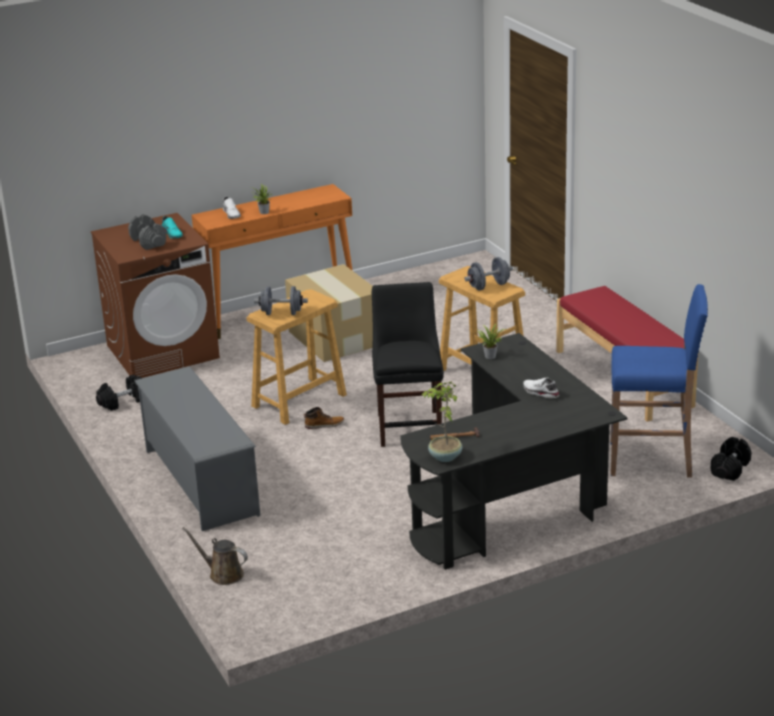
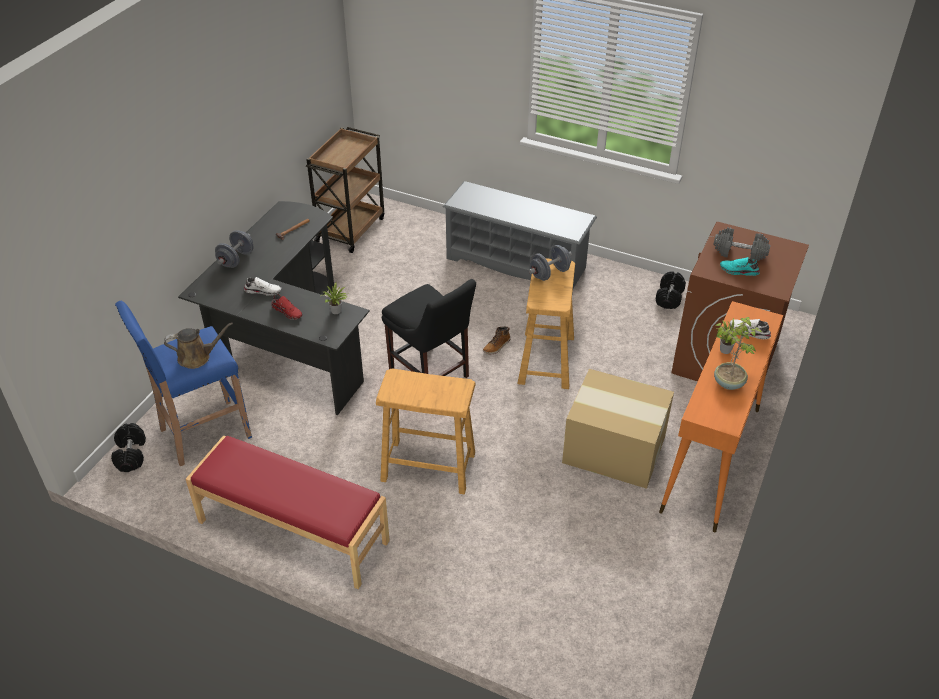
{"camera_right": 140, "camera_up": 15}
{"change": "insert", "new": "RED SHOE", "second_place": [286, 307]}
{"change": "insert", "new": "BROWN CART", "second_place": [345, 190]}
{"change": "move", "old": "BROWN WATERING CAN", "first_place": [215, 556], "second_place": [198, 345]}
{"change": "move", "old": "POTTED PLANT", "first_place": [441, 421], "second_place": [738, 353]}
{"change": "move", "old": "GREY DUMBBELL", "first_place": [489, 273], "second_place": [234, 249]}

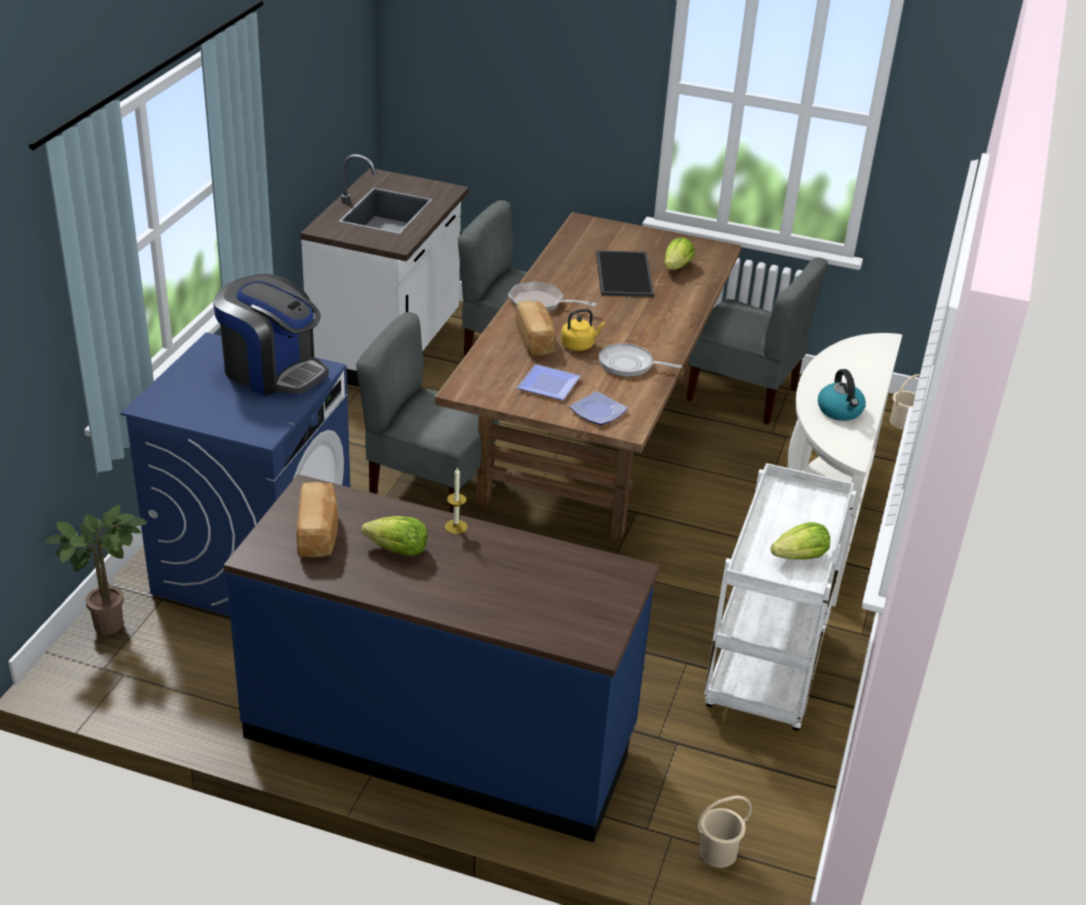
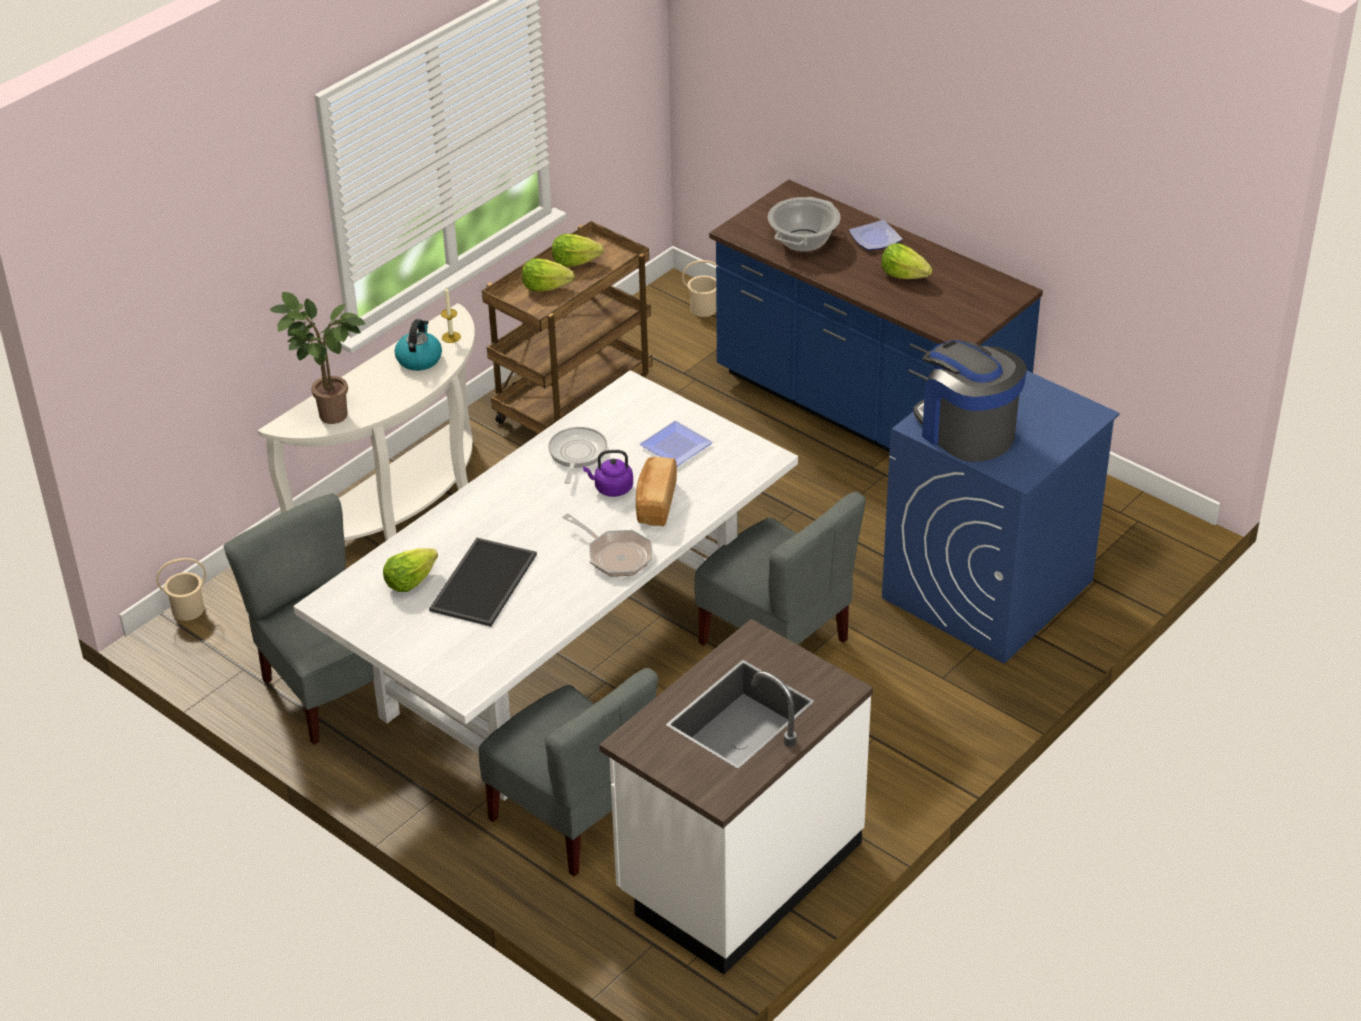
{"camera_right": -155, "camera_up": 5}
{"change": "delete", "old": "BREAD", "first_place": [317, 519]}
{"change": "insert", "new": "LETTUCE", "second_place": [548, 274]}
{"change": "insert", "new": "COOKING POT", "second_place": [804, 224]}
{"change": "move", "old": "POTTED PLANT", "first_place": [96, 570], "second_place": [317, 358]}
{"change": "move", "old": "CANDLE", "first_place": [456, 500], "second_place": [451, 315]}
{"change": "move", "old": "PLATE", "first_place": [598, 408], "second_place": [876, 235]}
{"change": "recolor", "old": "BROWN DINING TABLE", "new": "WHITE DINING TABLE", "first_place": [588, 376], "second_place": [545, 585]}
{"change": "recolor", "old": "YELLOW KETTLE", "new": "PURPLE KETTLE", "first_place": [583, 330], "second_place": [608, 473]}
{"change": "recolor", "old": "WHITE CART", "new": "BROWN CART", "first_place": [780, 597], "second_place": [567, 327]}
{"change": "rotate", "old": "FRYING PAN", "first_place": [640, 360], "second_place": [577, 455], "degrees": -120}

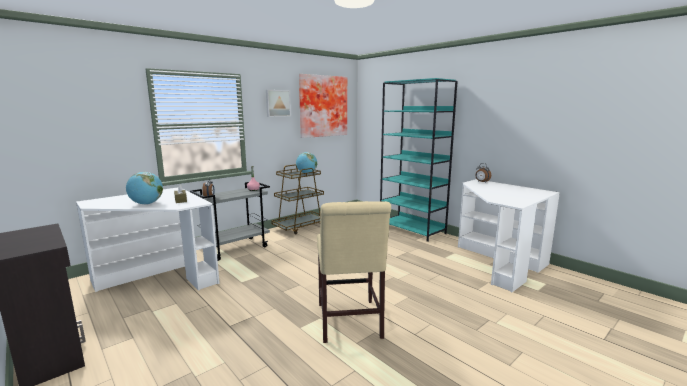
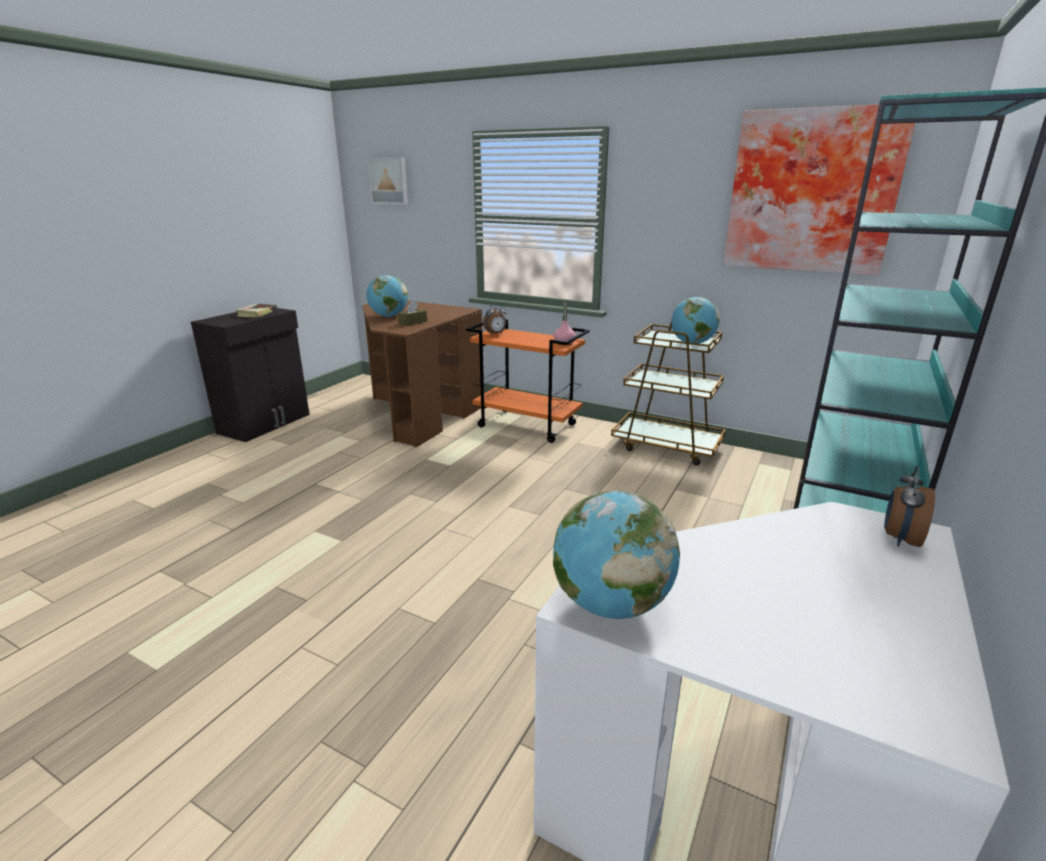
{"camera_right": 70, "camera_up": 10}
{"change": "delete", "old": "BEIGE CHAIR", "first_place": [354, 272]}
{"change": "insert", "new": "BOOK", "second_place": [256, 310]}
{"change": "insert", "new": "GLOBE", "second_place": [616, 555]}
{"change": "move", "old": "PICTURE", "first_place": [278, 103], "second_place": [387, 181]}
{"change": "recolor", "old": "WHITE DESK", "new": "BROWN DESK", "first_place": [148, 239], "second_place": [423, 374]}
{"change": "recolor", "old": "GREY CART", "new": "ORANGE CART", "first_place": [230, 221], "second_place": [528, 381]}

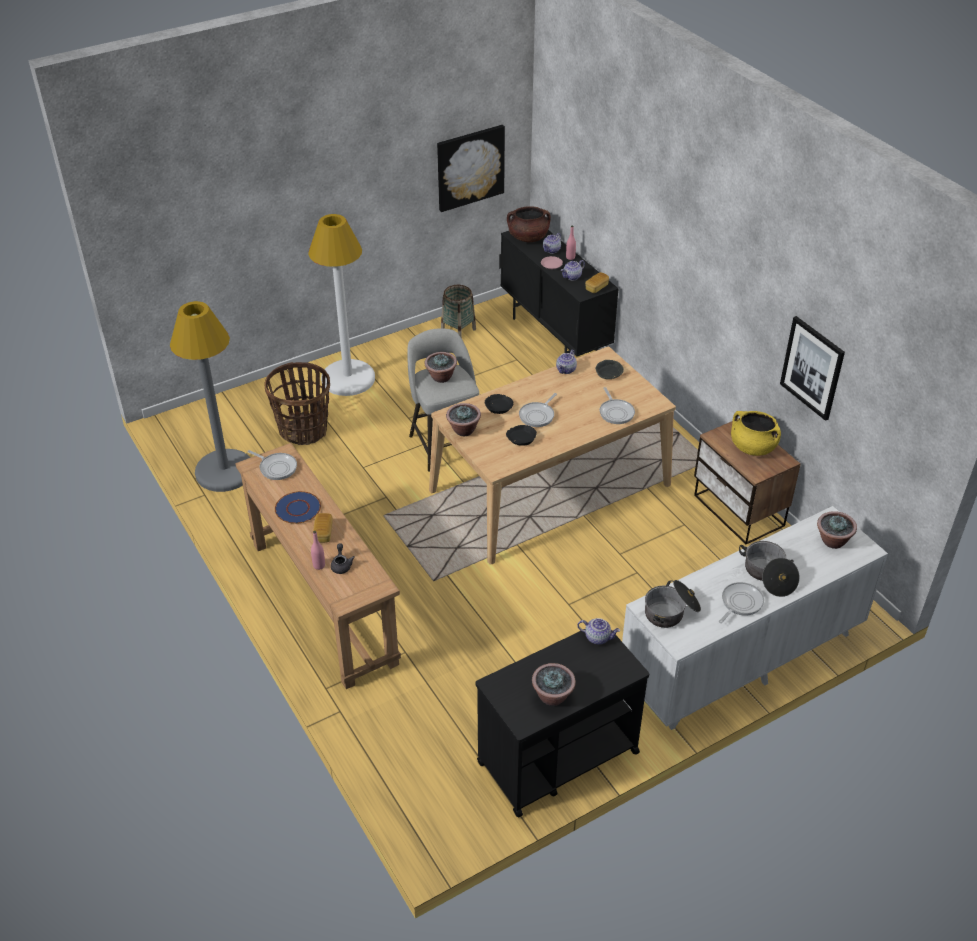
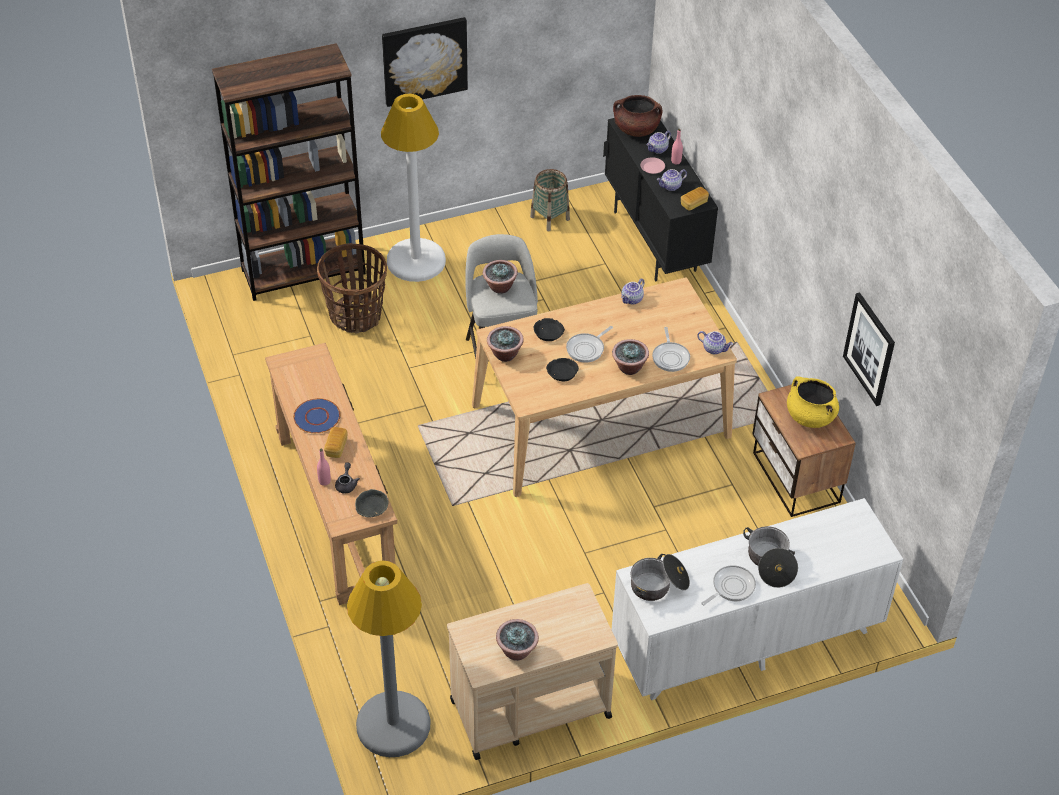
{"camera_right": 10, "camera_up": 5}
{"change": "delete", "old": "FRYING PAN", "first_place": [272, 465]}
{"change": "insert", "new": "BROWN BOOKCASE", "second_place": [289, 172]}
{"change": "move", "old": "GREY FLOOR LAMP", "first_place": [210, 396], "second_place": [388, 659]}
{"change": "move", "old": "PICTURE", "first_place": [471, 168], "second_place": [425, 62]}
{"change": "move", "old": "TEAPOT", "first_place": [598, 631], "second_place": [715, 342]}
{"change": "move", "old": "GREY BOWL", "first_place": [609, 369], "second_place": [372, 503]}
{"change": "move", "old": "POTTED PLANT", "first_place": [837, 530], "second_place": [630, 357]}
{"change": "recolor", "old": "BLACK CART", "new": "BEIGE CART", "first_place": [562, 723], "second_place": [532, 671]}

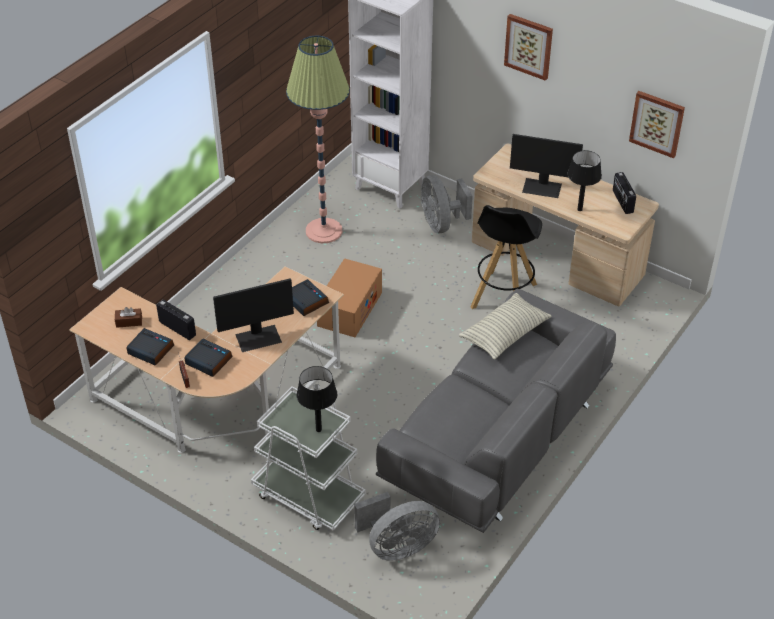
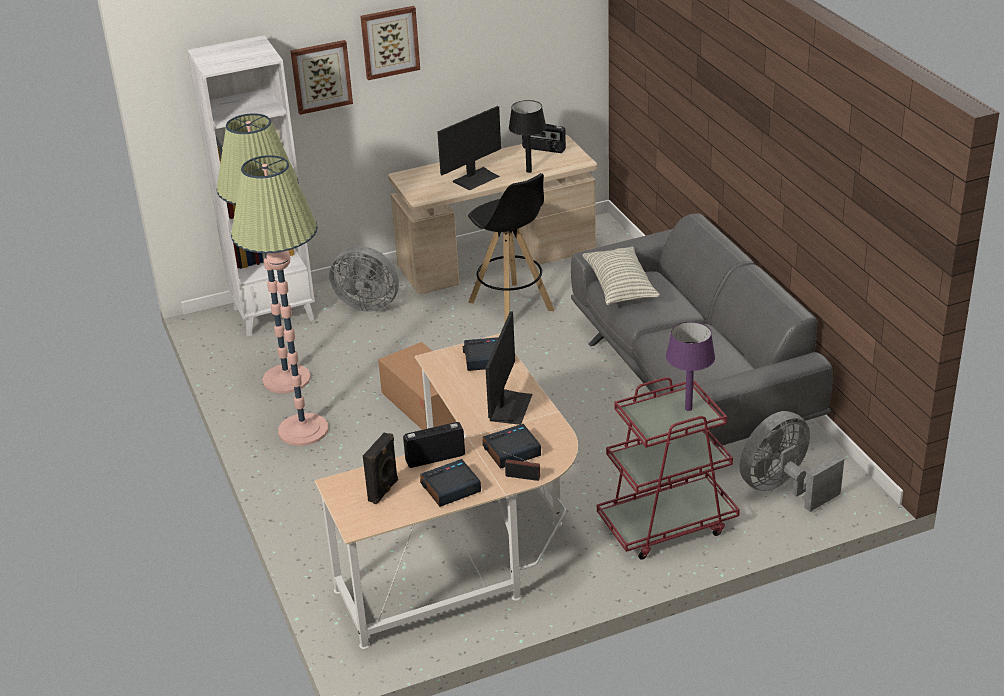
{"camera_right": -55, "camera_up": -10}
{"change": "insert", "new": "FLOOR LAMP", "second_place": [279, 300]}
{"change": "move", "old": "PICTURE", "first_place": [657, 124], "second_place": [322, 77]}
{"change": "replace", "old": "BROWN TISSUE BOX", "new": "BLACK SPEAKER", "first_place": [128, 317], "second_place": [380, 468]}
{"change": "recolor", "old": "WHITE CART", "new": "RED CART", "first_place": [308, 458], "second_place": [668, 468]}
{"change": "recolor", "old": "BLACK TABLE LAMP", "new": "PURPLE TABLE LAMP", "first_place": [317, 399], "second_place": [690, 366]}
{"change": "rotate", "old": "GREY FAN", "first_place": [397, 526], "second_place": [792, 461], "degrees": -135}

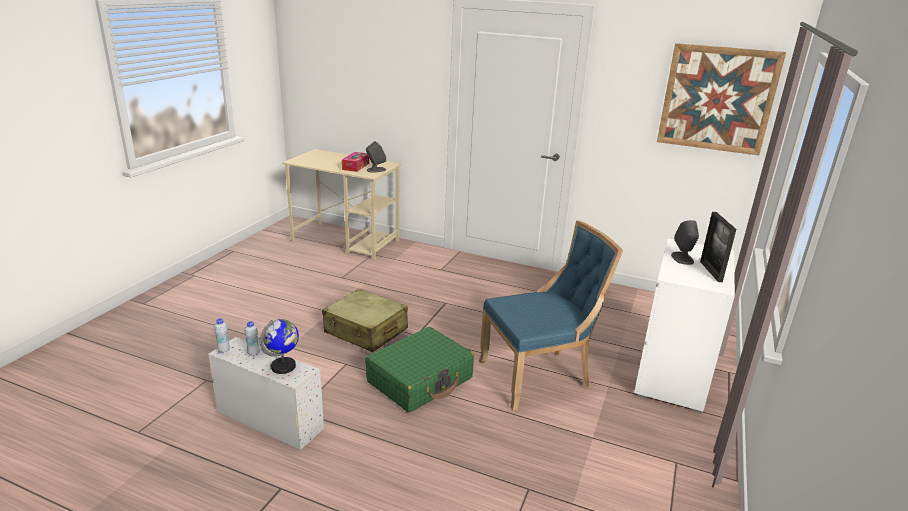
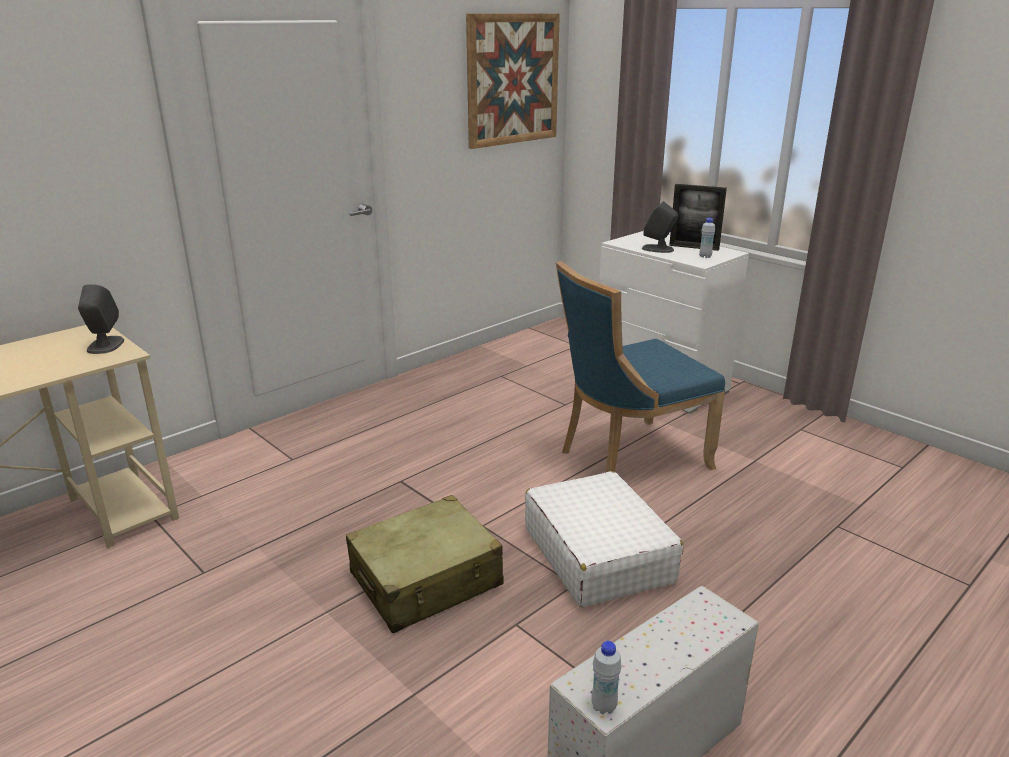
{"camera_right": -65, "camera_up": 0}
{"change": "delete", "old": "GLOBE", "first_place": [279, 346]}
{"change": "delete", "old": "TISSUE BOX", "first_place": [355, 162]}
{"change": "move", "old": "WHITE BOTTLE", "first_place": [252, 338], "second_place": [707, 238]}
{"change": "recolor", "old": "GREEN SUITCASE", "new": "WHITE SUITCASE", "first_place": [419, 369], "second_place": [604, 539]}
{"change": "rotate", "old": "BLUE CHAIR", "first_place": [550, 315], "second_place": [640, 366], "degrees": -120}

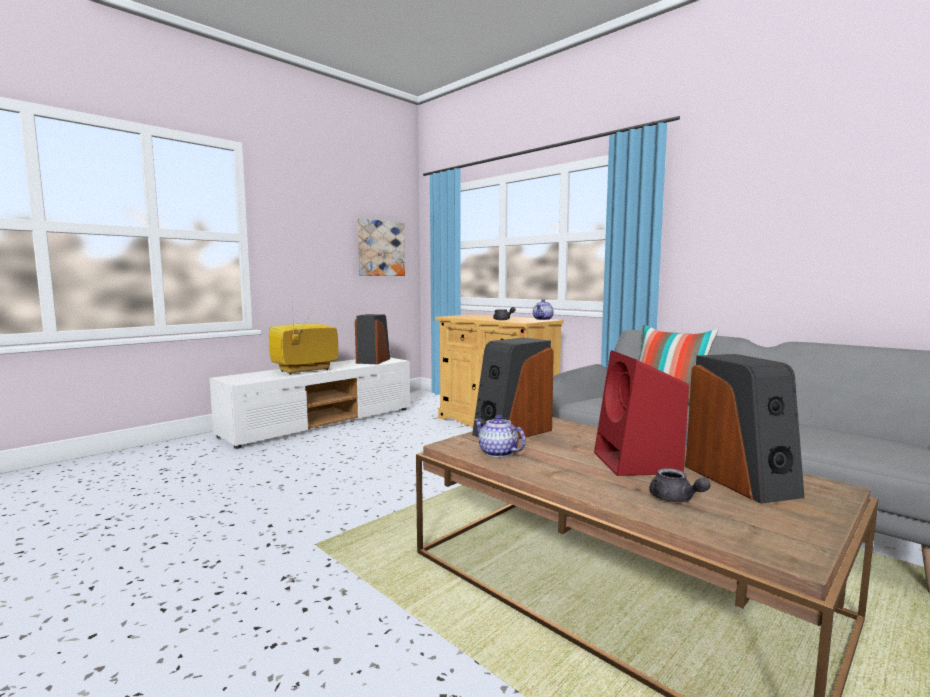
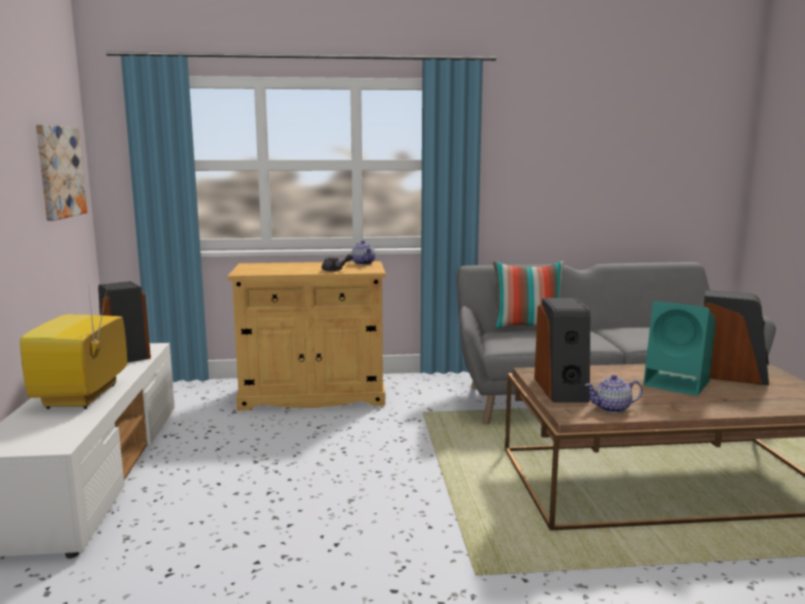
{"camera_right": -50, "camera_up": 5}
{"change": "delete", "old": "GREY TEAPOT", "first_place": [679, 485]}
{"change": "recolor", "old": "RED SPEAKER", "new": "TURQUOISE SPEAKER", "first_place": [641, 413], "second_place": [679, 348]}

